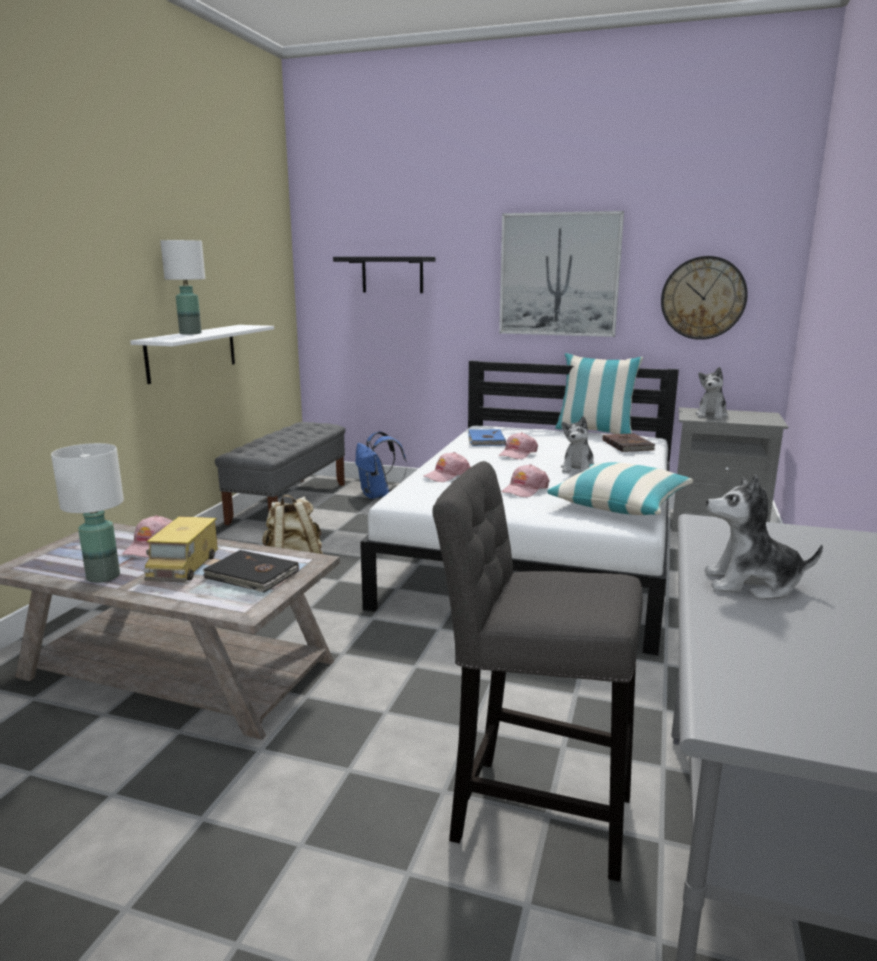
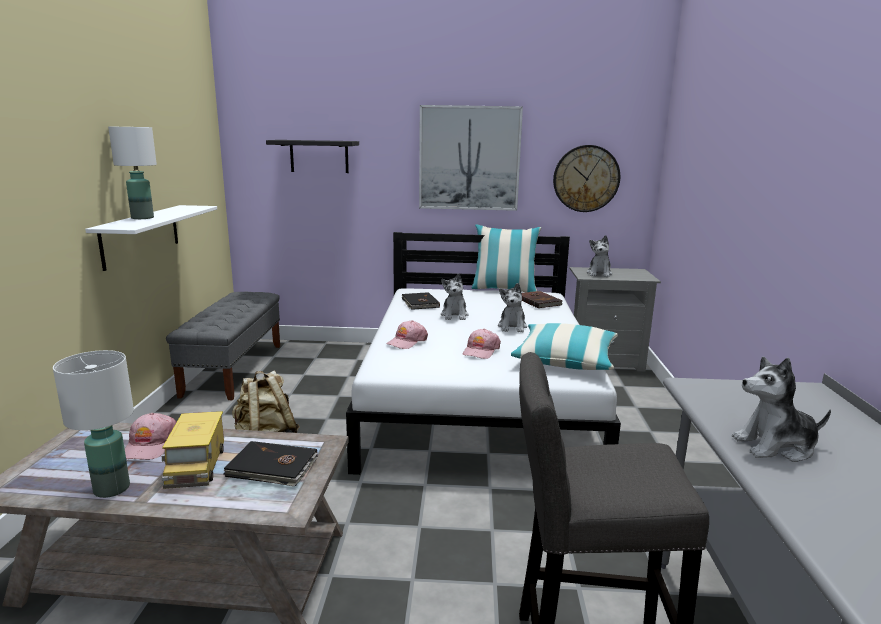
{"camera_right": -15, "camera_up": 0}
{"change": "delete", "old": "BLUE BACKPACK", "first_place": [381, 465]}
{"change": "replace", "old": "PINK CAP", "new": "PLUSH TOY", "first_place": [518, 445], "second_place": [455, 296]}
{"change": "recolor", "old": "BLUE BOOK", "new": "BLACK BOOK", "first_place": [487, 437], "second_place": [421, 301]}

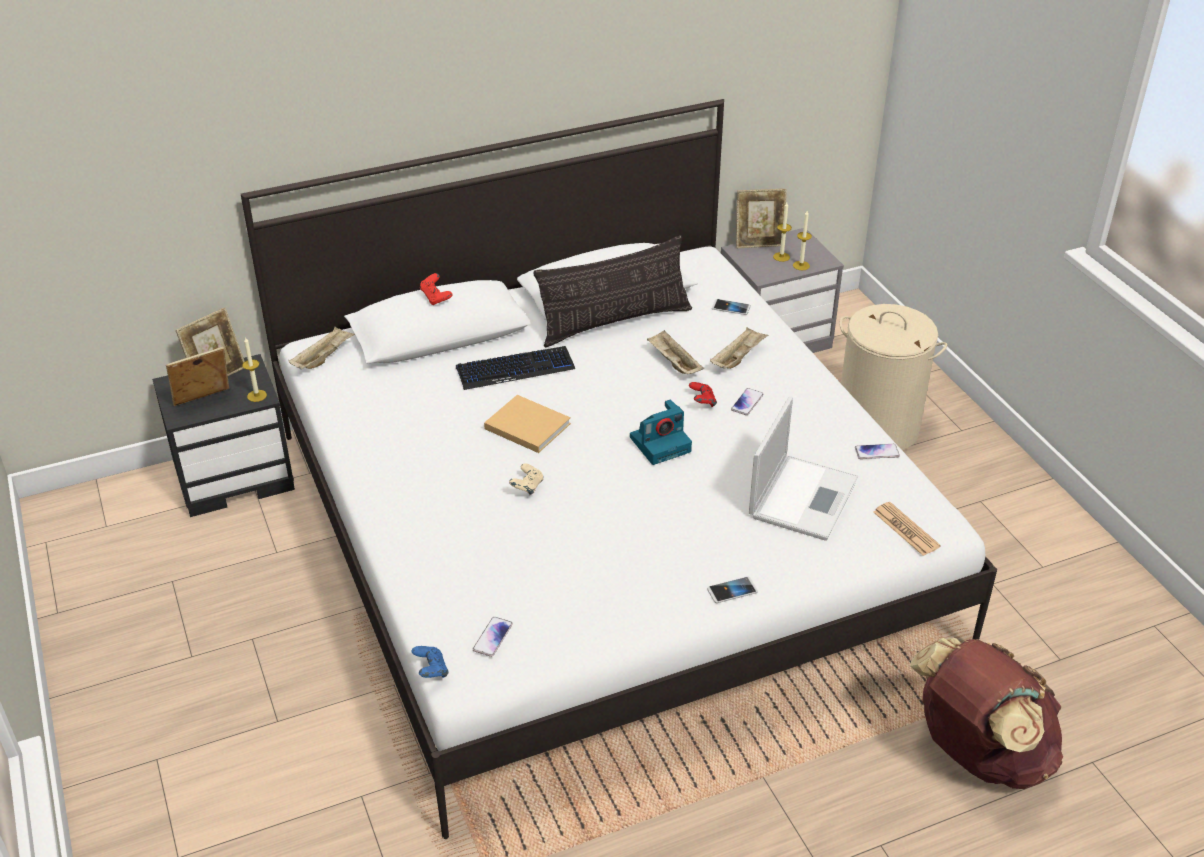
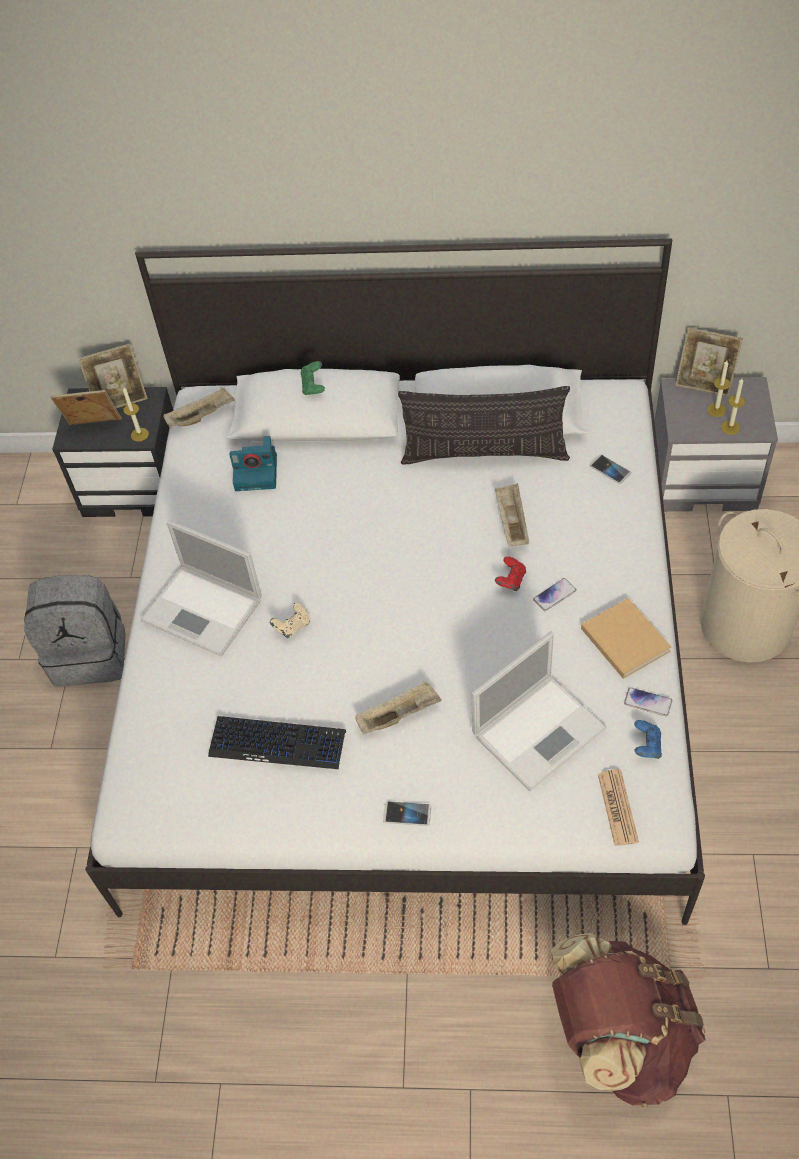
{"camera_right": 30, "camera_up": 15}
{"change": "delete", "old": "PHONE", "first_place": [493, 637]}
{"change": "insert", "new": "GREY BACKPACK", "second_place": [74, 631]}
{"change": "insert", "new": "LAPTOP", "second_place": [201, 588]}
{"change": "move", "old": "BLUE GAME CONTROLLER", "first_place": [430, 662], "second_place": [648, 739]}
{"change": "move", "old": "KEYBOARD", "first_place": [515, 368], "second_place": [277, 742]}
{"change": "move", "old": "BEIGE BOOK", "first_place": [527, 424], "second_place": [626, 638]}
{"change": "move", "old": "PHOTO CAMERA", "first_place": [661, 432], "second_place": [253, 463]}
{"change": "move", "old": "BEIGE TRAY", "first_place": [739, 348], "second_place": [398, 707]}
{"change": "recolor", "old": "RED GAME CONTROLLER", "new": "GREEN GAME CONTROLLER", "first_place": [436, 289], "second_place": [313, 378]}

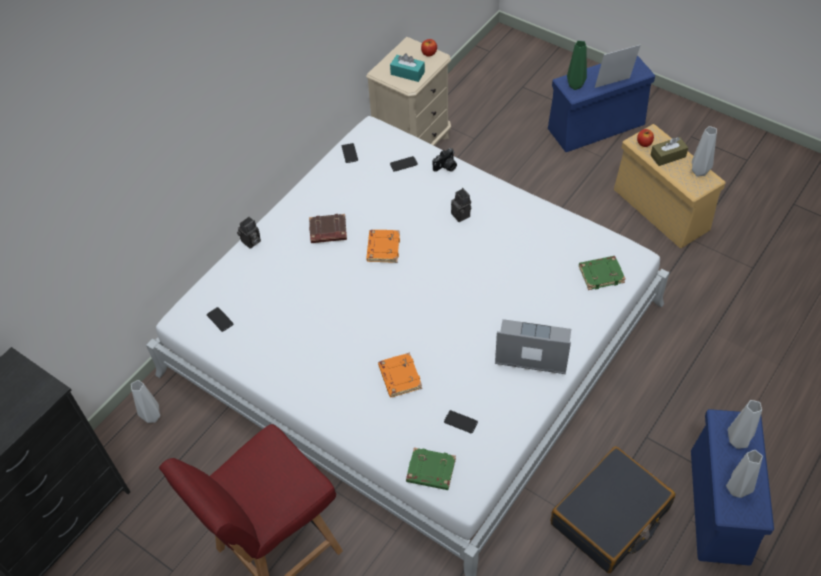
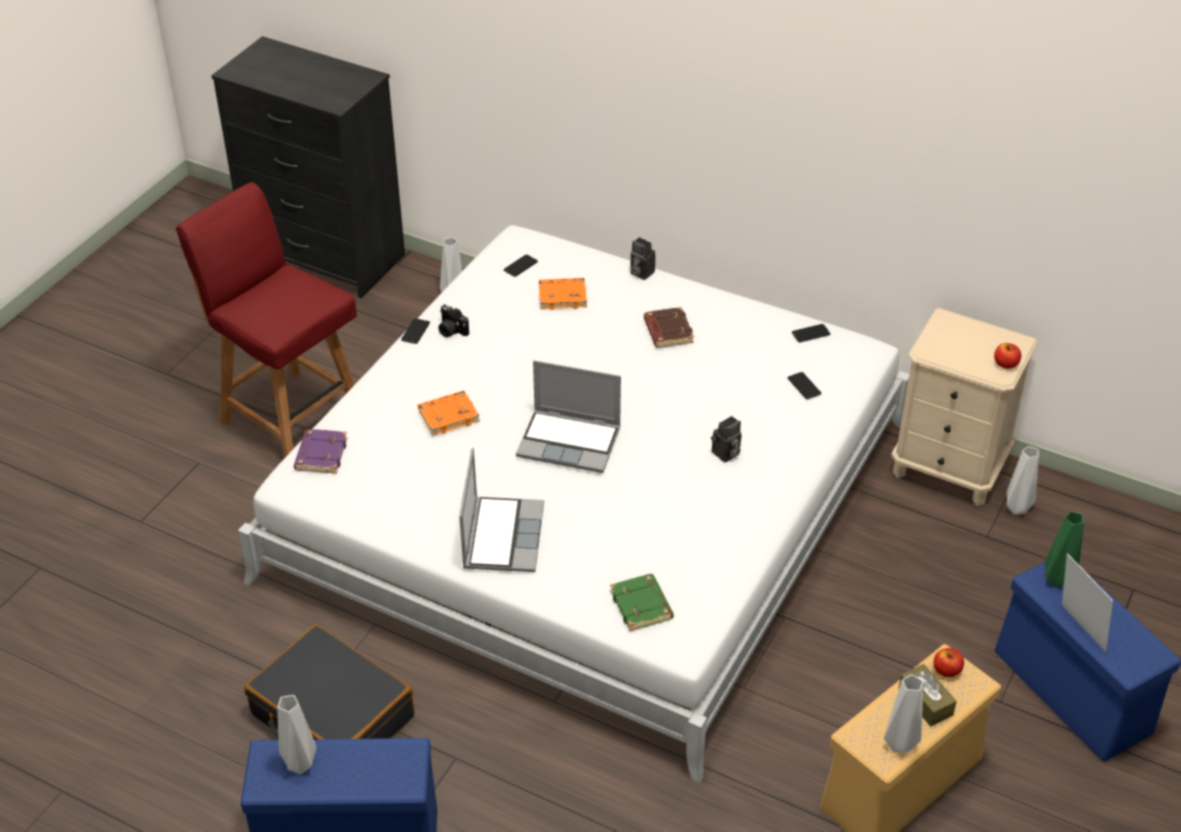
{"camera_right": 80, "camera_up": -10}
{"change": "delete", "old": "TURQUOISE TISSUE BOX", "first_place": [407, 67]}
{"change": "insert", "new": "LAPTOP", "second_place": [568, 416]}
{"change": "move", "old": "ORANGE BOOK", "first_place": [383, 246], "second_place": [563, 294]}
{"change": "move", "old": "PHOTO CAMERA", "first_place": [445, 160], "second_place": [453, 321]}
{"change": "move", "old": "PHONE", "first_place": [461, 421], "second_place": [415, 331]}
{"change": "move", "old": "GREY VASE", "first_place": [745, 424], "second_place": [1023, 480]}
{"change": "recolor", "old": "GREEN BOOK", "new": "PURPLE BOOK", "first_place": [431, 469], "second_place": [320, 451]}

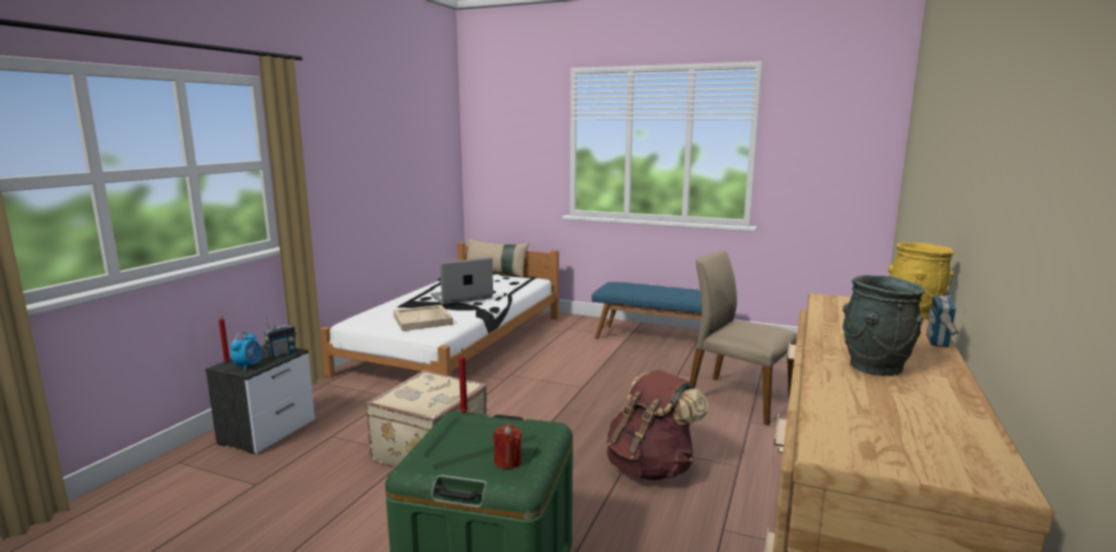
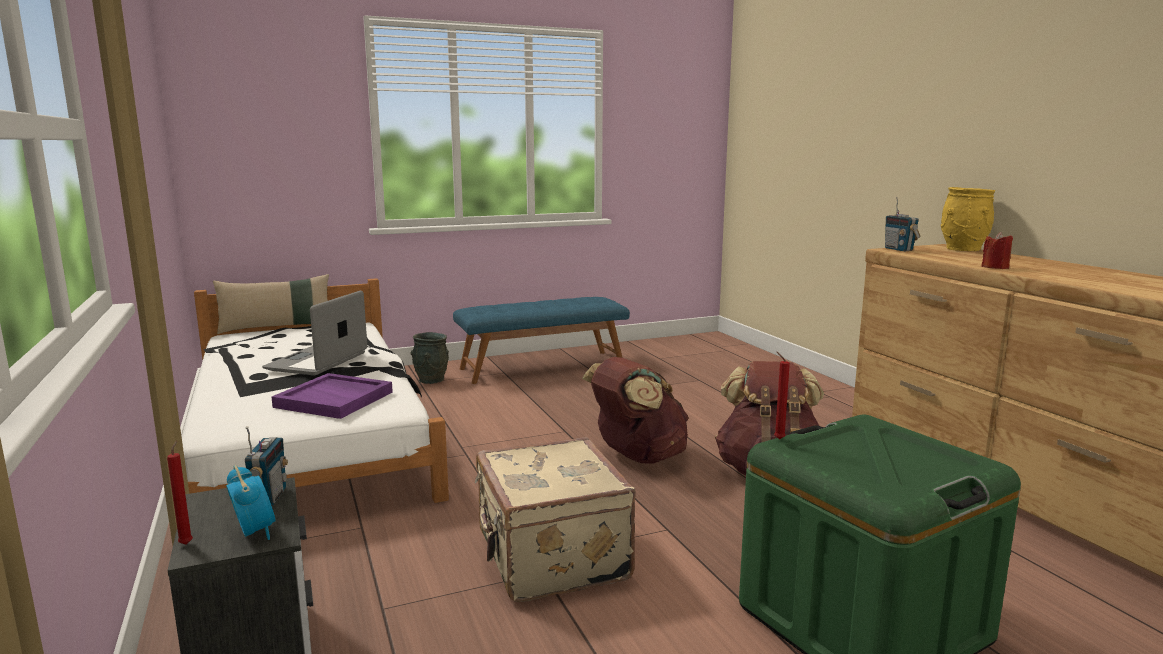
{"camera_right": -45, "camera_up": 0}
{"change": "delete", "old": "BEIGE CHAIR", "first_place": [743, 337]}
{"change": "insert", "new": "BROWN BACKPACK", "second_place": [635, 410]}
{"change": "move", "old": "RED CANDLE", "first_place": [507, 446], "second_place": [997, 250]}
{"change": "move", "old": "GREY VASE", "first_place": [884, 325], "second_place": [430, 358]}
{"change": "move", "old": "RADIO", "first_place": [942, 310], "second_place": [902, 224]}
{"change": "recolor", "old": "BEIGE TRAY", "new": "PURPLE TRAY", "first_place": [423, 318], "second_place": [332, 396]}

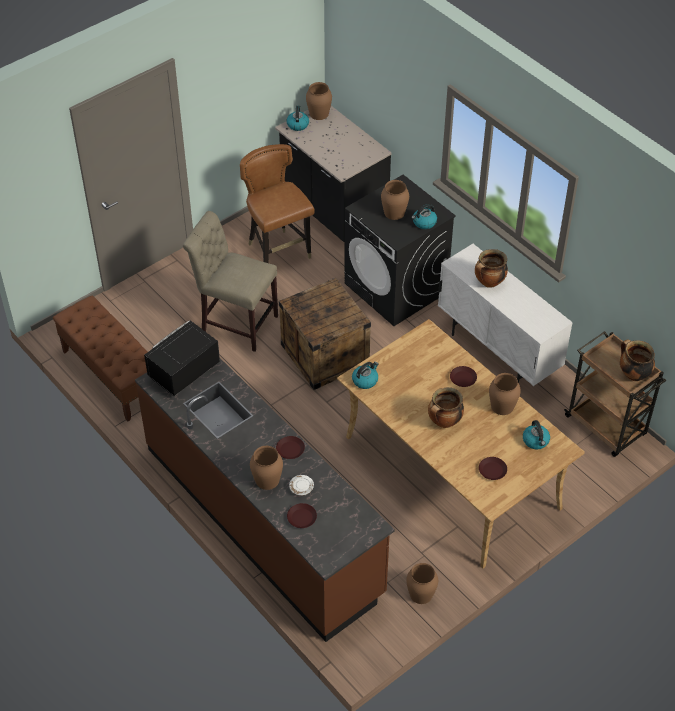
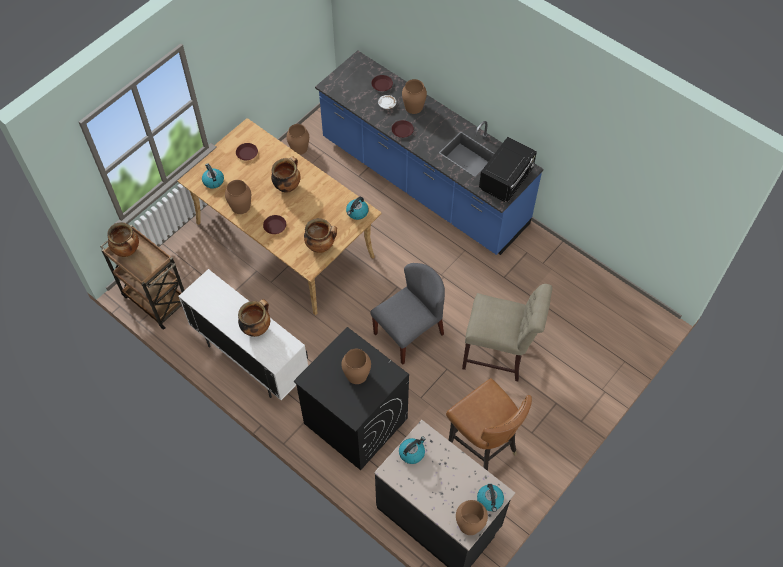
{"camera_right": 170, "camera_up": 10}
{"change": "delete", "old": "BROWN BENCH", "first_place": [100, 358]}
{"change": "insert", "new": "COOKING POT", "second_place": [320, 235]}
{"change": "move", "old": "KETTLE", "first_place": [424, 216], "second_place": [412, 450]}
{"change": "replace", "old": "CRATE", "new": "GREY CHAIR", "first_place": [325, 334], "second_place": [407, 314]}
{"change": "recolor", "old": "BROWN COUNTER", "new": "BLUE COUNTER", "first_place": [265, 500], "second_place": [429, 152]}

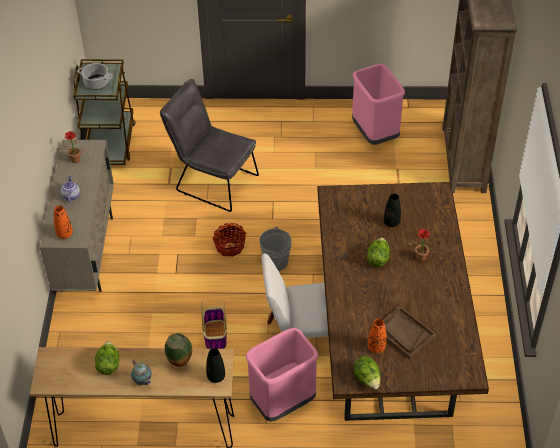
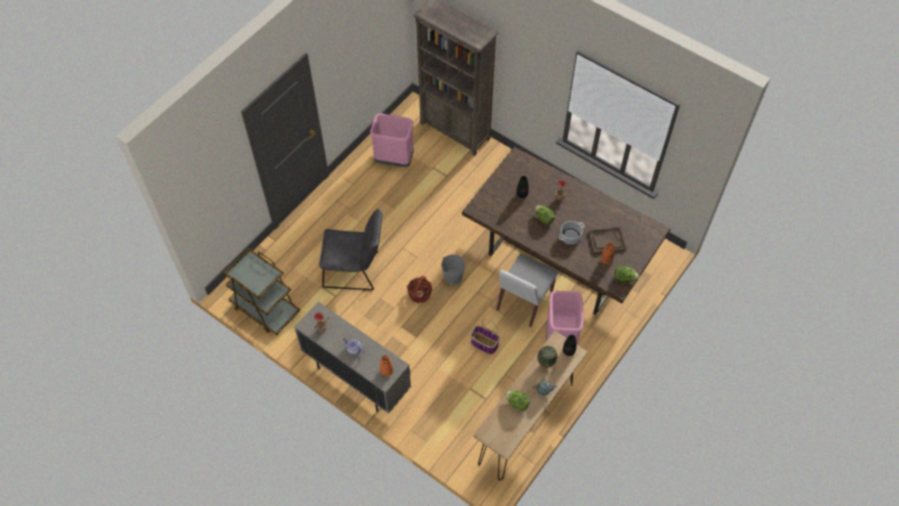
{"camera_right": -55, "camera_up": 10}
{"change": "move", "old": "COOKING POT", "first_place": [95, 76], "second_place": [572, 232]}
{"change": "rotate", "old": "GREY CHAIR", "first_place": [209, 145], "second_place": [350, 249], "degrees": -150}

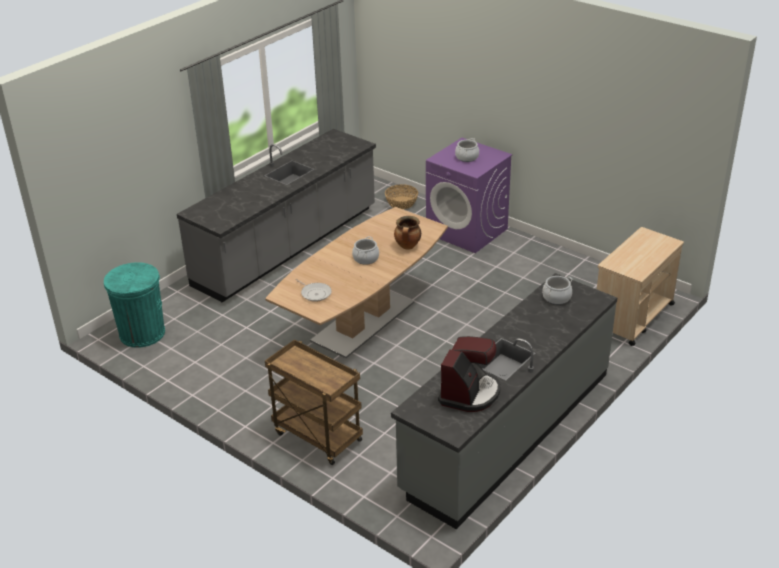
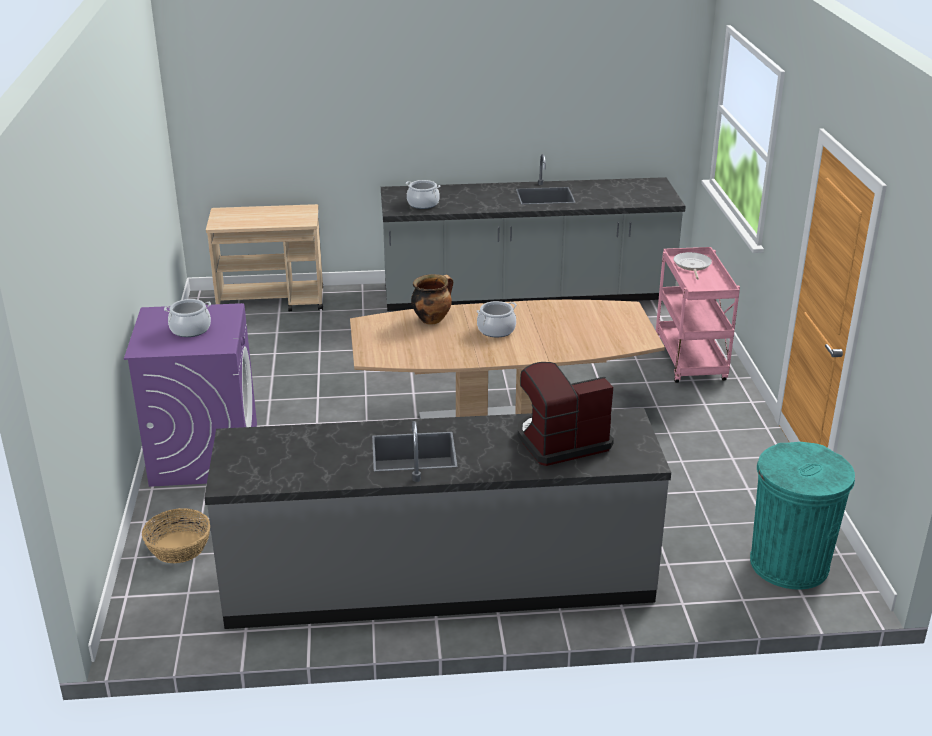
{"camera_right": -135, "camera_up": -5}
{"change": "move", "old": "FRYING PAN", "first_place": [313, 290], "second_place": [693, 265]}
{"change": "move", "old": "COFFEE MACHINE", "first_place": [469, 374], "second_place": [566, 414]}
{"change": "recolor", "old": "BROWN CART", "new": "PINK CART", "first_place": [314, 402], "second_place": [698, 315]}

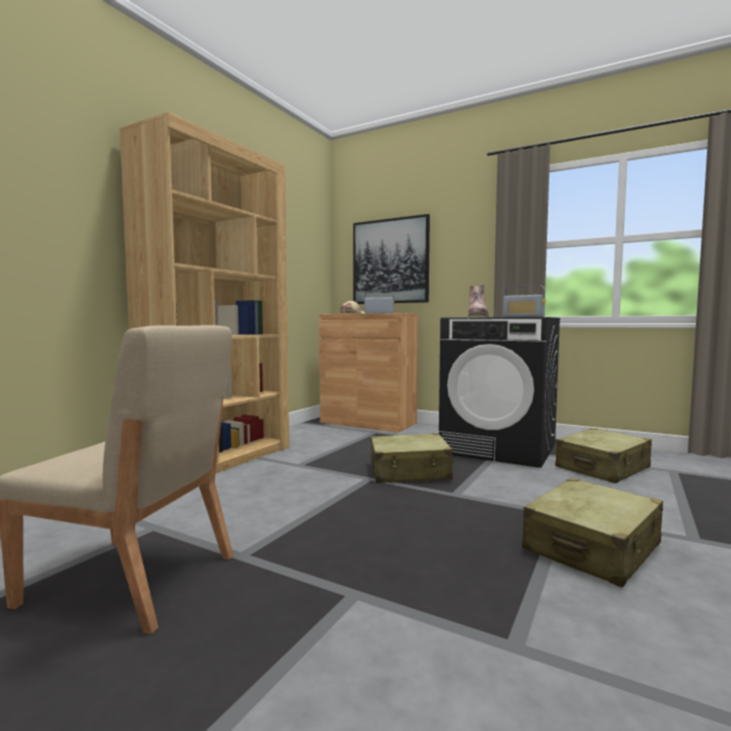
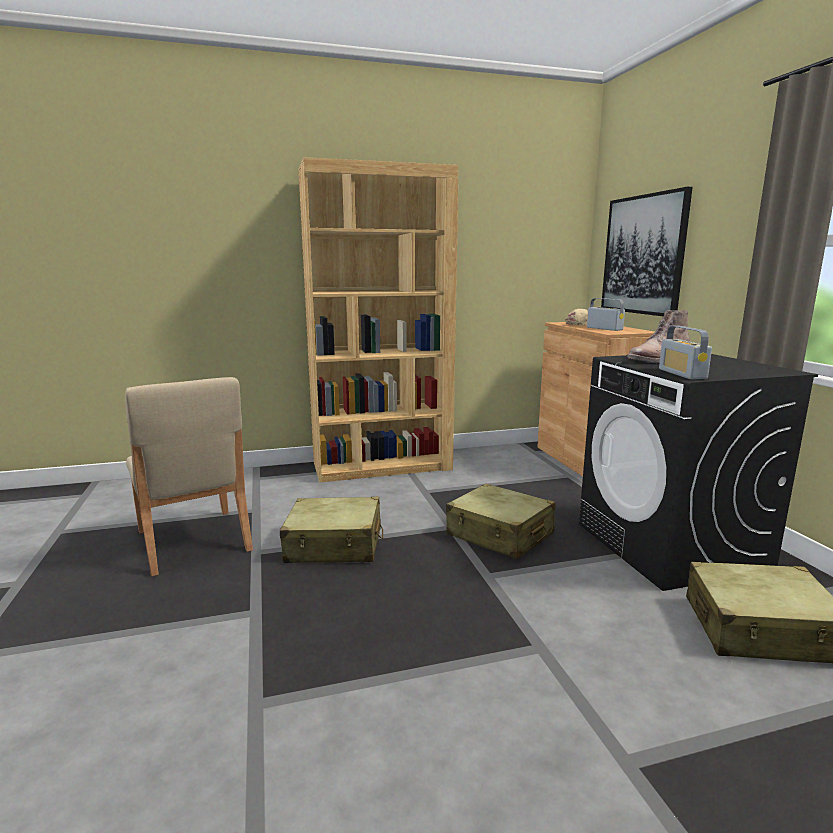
{"camera_right": 45, "camera_up": 10}
{"change": "move", "old": "BEIGE SUITCASE", "first_place": [592, 532], "second_place": [331, 530]}

